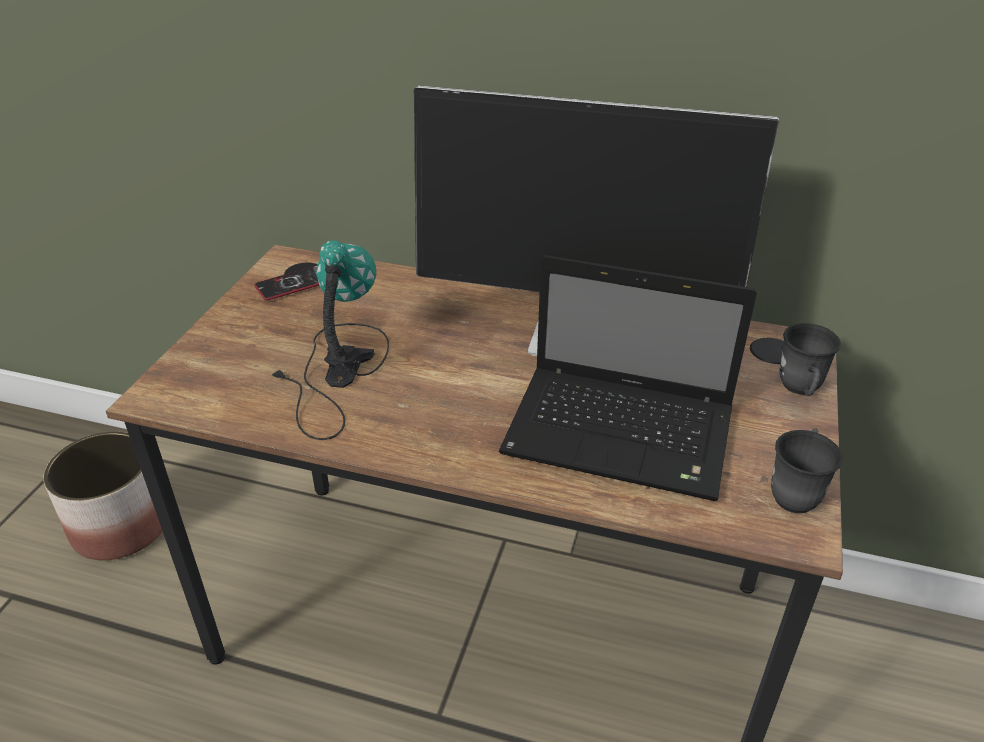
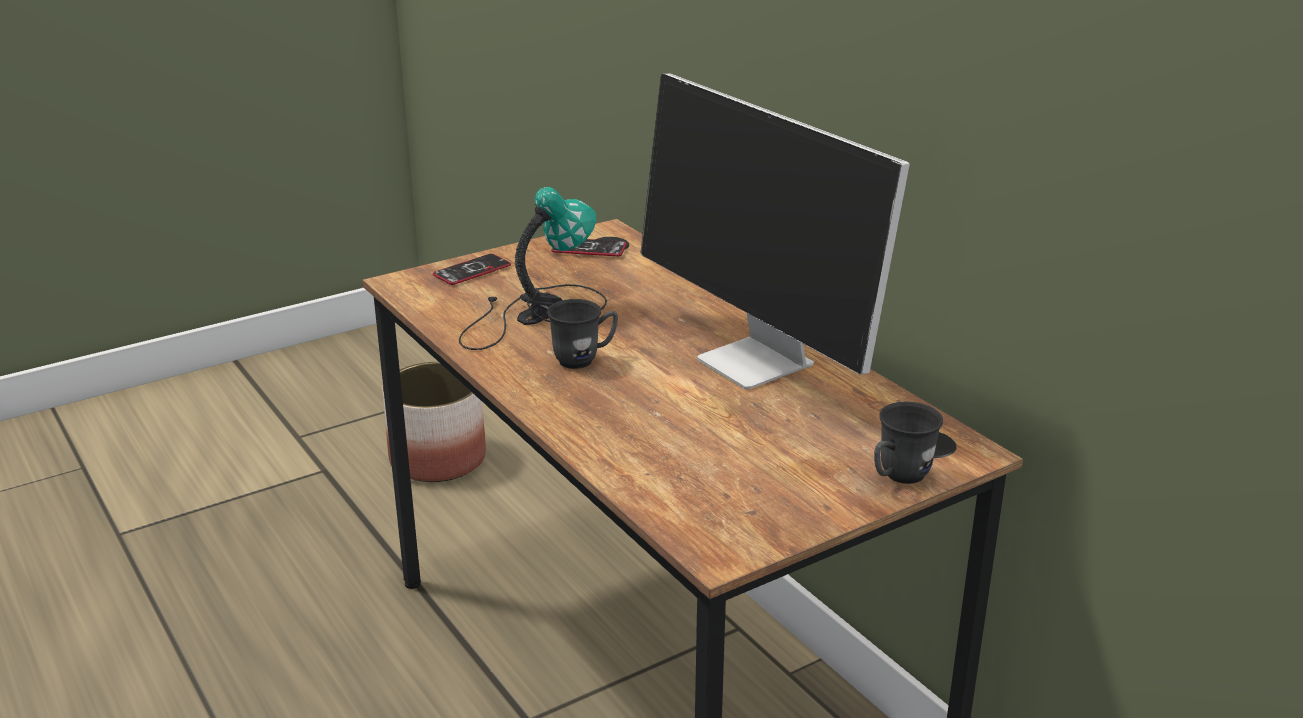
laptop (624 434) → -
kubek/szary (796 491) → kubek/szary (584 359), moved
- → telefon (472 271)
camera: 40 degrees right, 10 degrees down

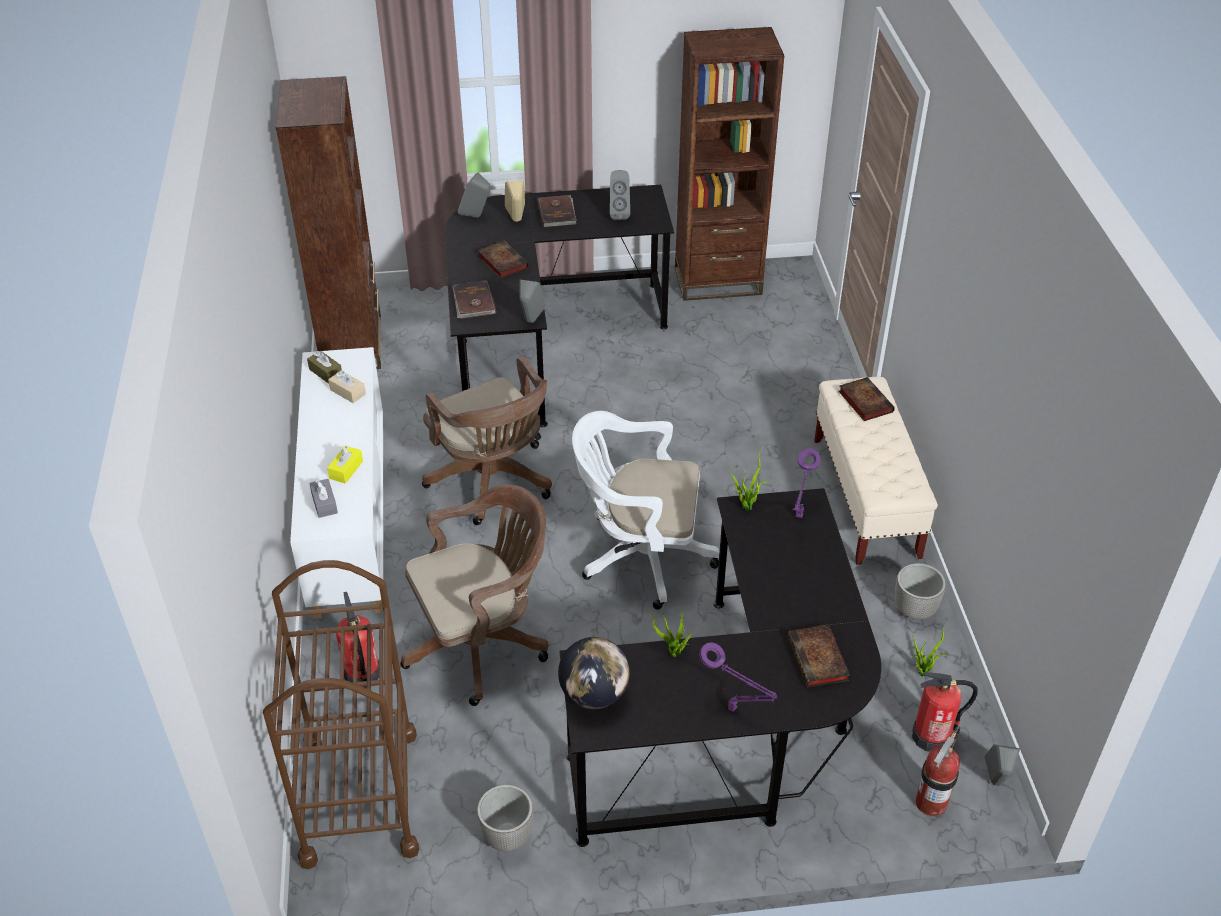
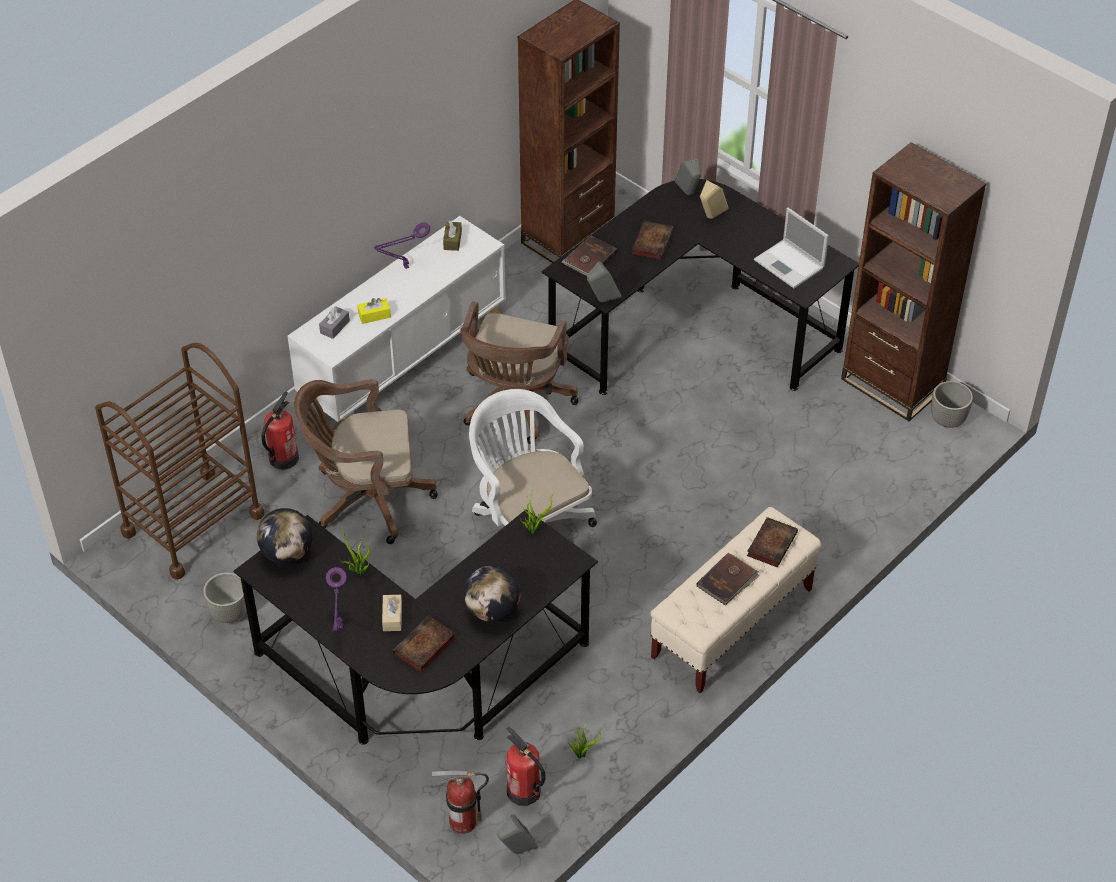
głośnik/szary (619 213) → laptop (790 264)
książka/brązowy (557 213) → książka/brązowy (728 581), moved
pudełko chusteczek/beżowy (348 392) → pudełko chusteczek/beżowy (392 617), moved
lampa stołowa/fioletowy (798 518) → lampa stołowa/fioletowy (404 267), moved
krzesło biurowe/brązowy (483 643) → krzesło biurowe/brązowy (366 499), 150 degrees clockwise
donica (915 610) → donica (947 420), moved
- → globus (492 610)
camera: 50 degrees right, 5 degrees up

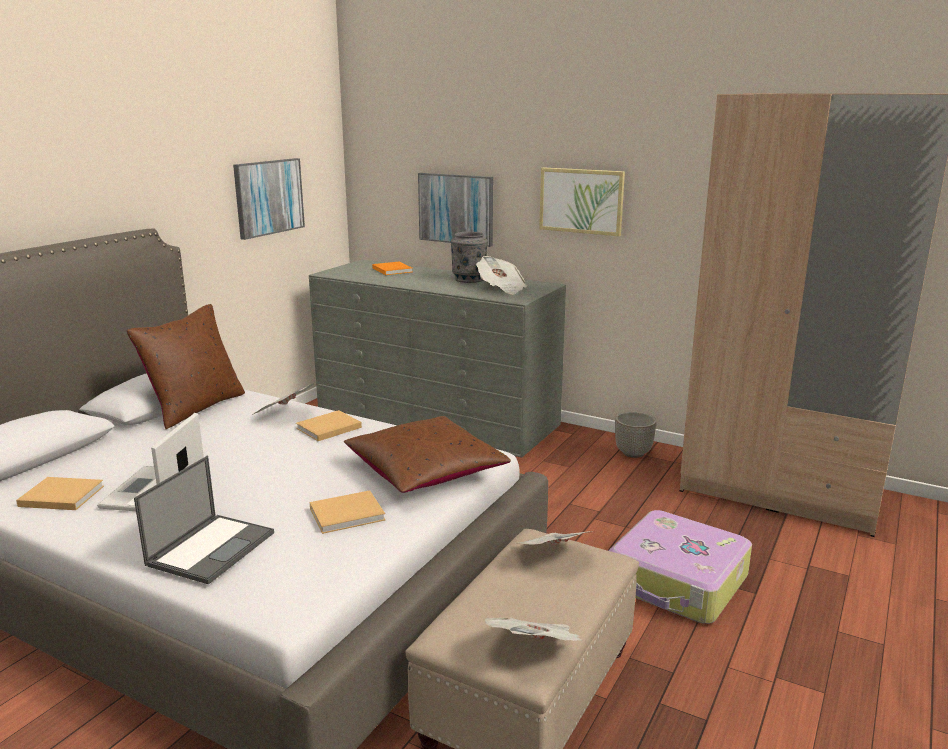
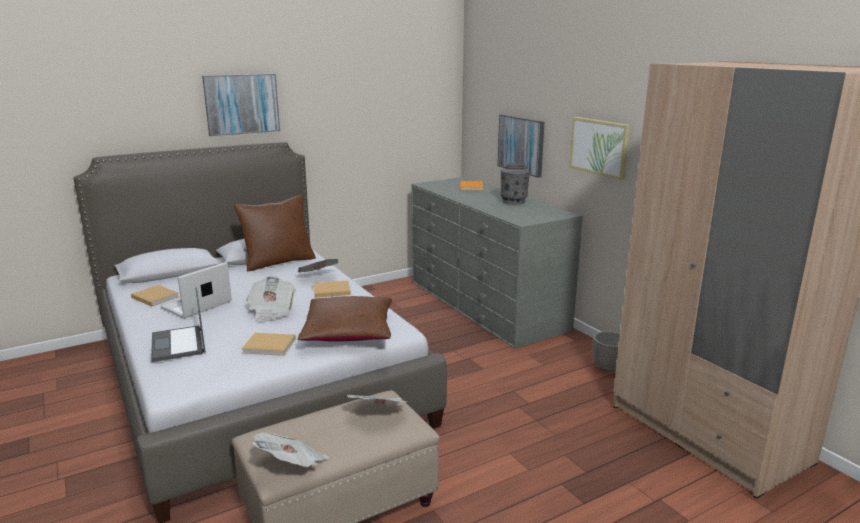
obraz (268 197) → obraz (242 104), moved
gazeta (501 289) → gazeta (271 311), moved
laptop (212 548) → laptop (178 344), 105 degrees clockwise
walizka (677 582) → -
camera: 30 degrees right, 0 degrees up

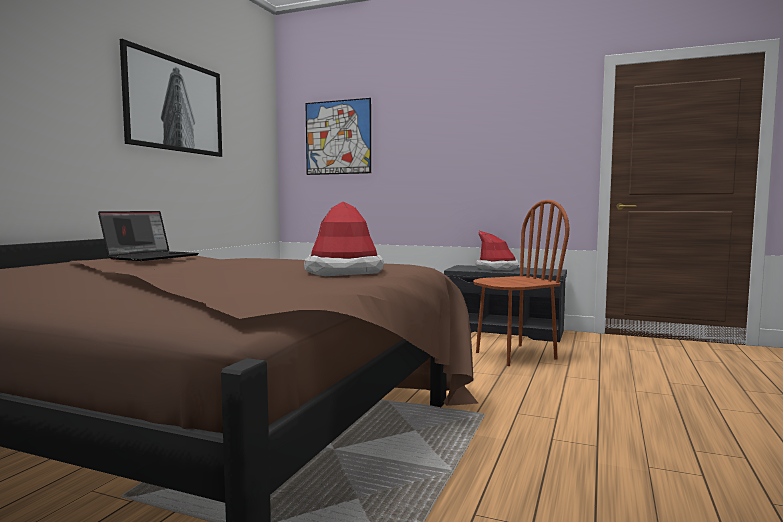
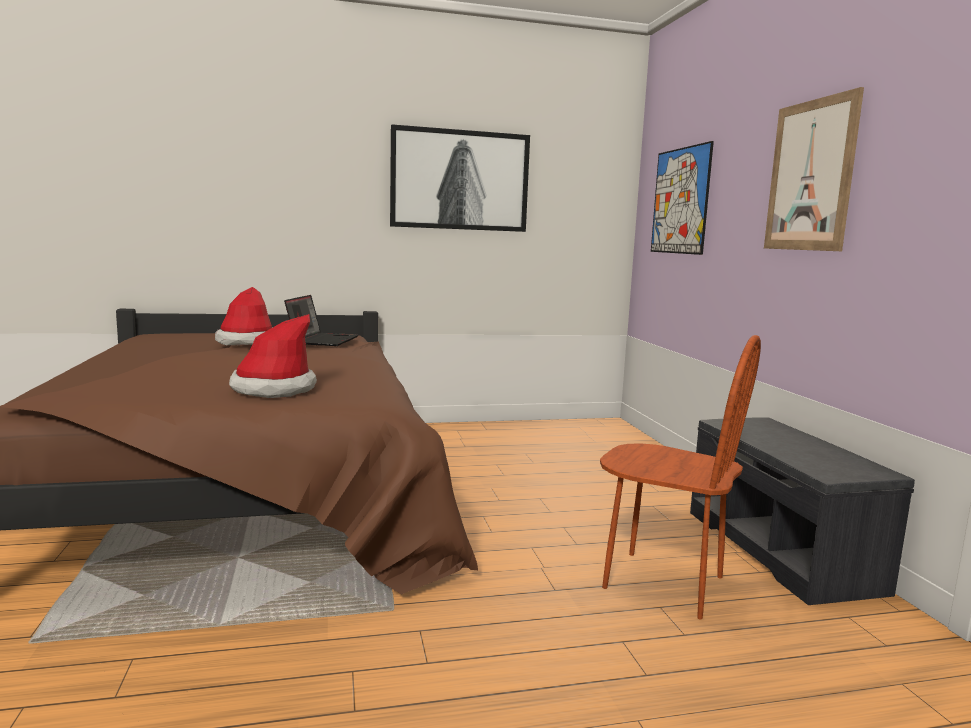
laptop (152 257) → laptop (322 340), 75 degrees counterclockwise
kapelusz (497 268) → kapelusz (247 341), moved
- → obraz (810 176)
camera: 55 degrees right, 5 degrees up

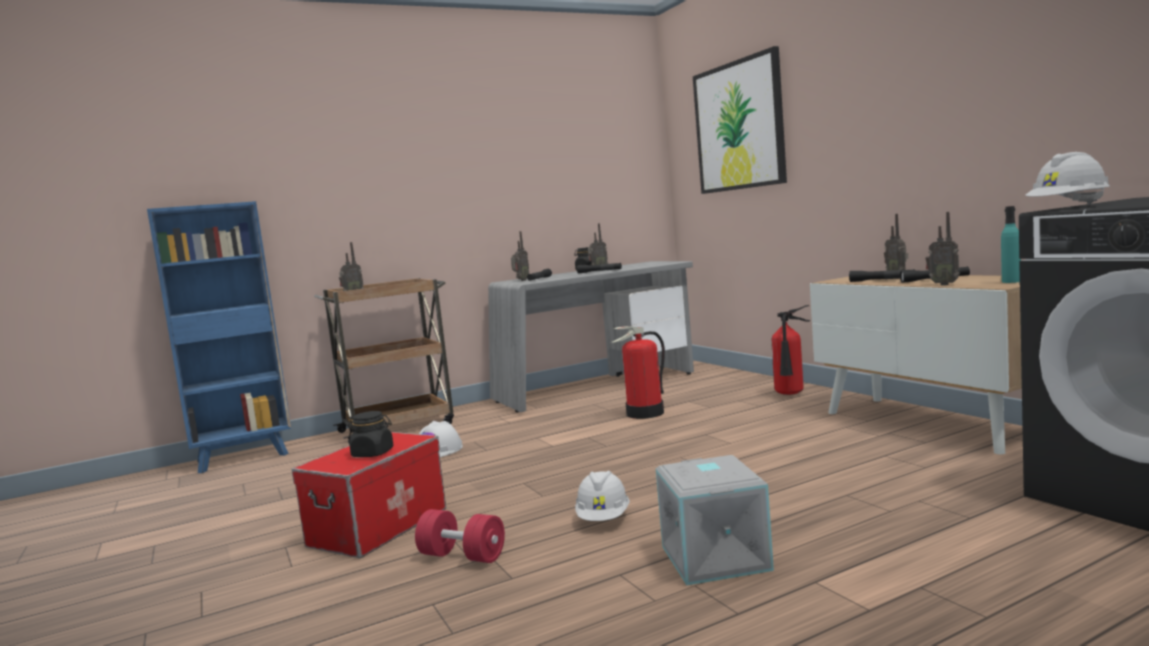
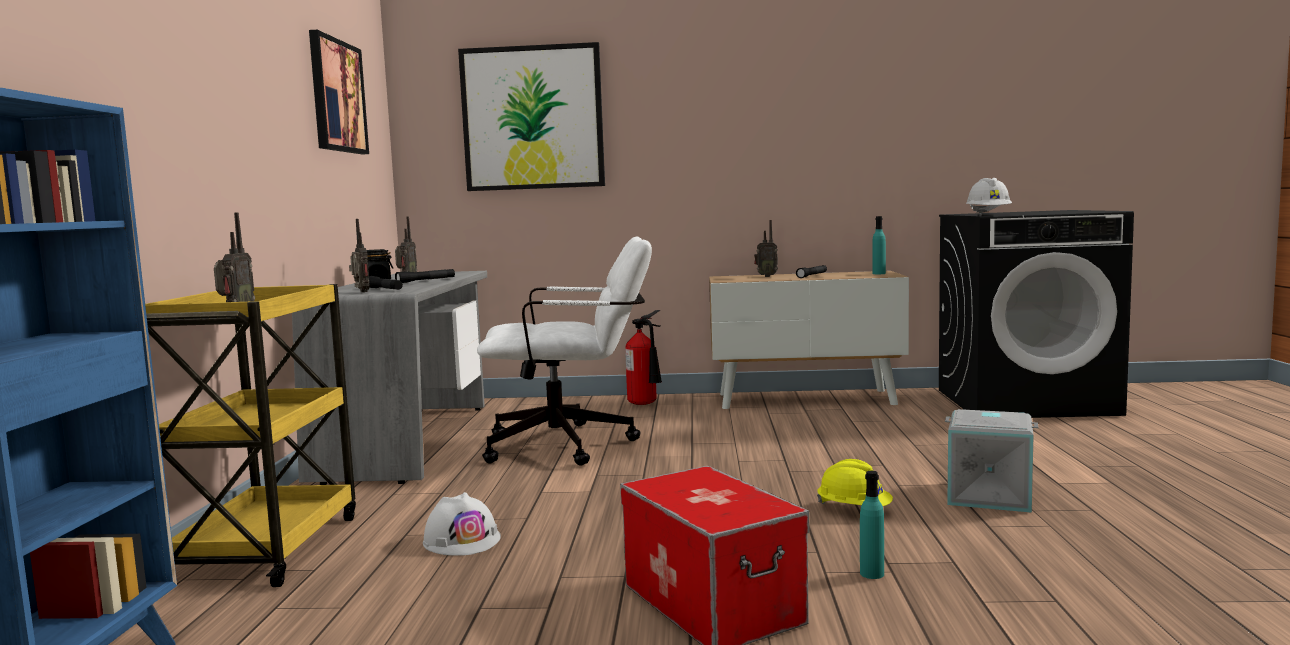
radio (943 284) → -
latarka/czarny (882 280) → -
wózek/brązowy (398 427) → wózek/żółty (268 548)
gaśnica (645 413) → krzesło biurowe/biały (573 445)
słoik/czarny (373 453) → -
kask/biały (603 519) → kask/żółty (854 509)
hantel/czerwony (462 556) → butelka/turkusowy (872 574)
- → obraz (337 96)
camera: 60 degrees left, 0 degrees up

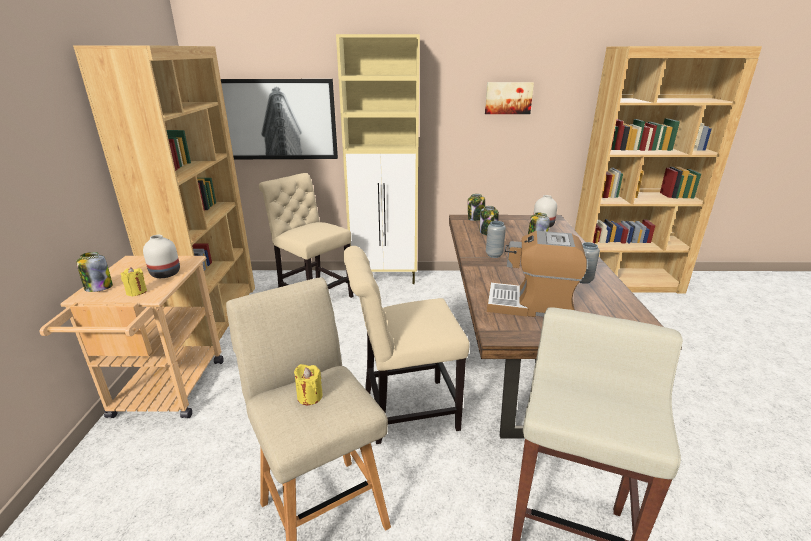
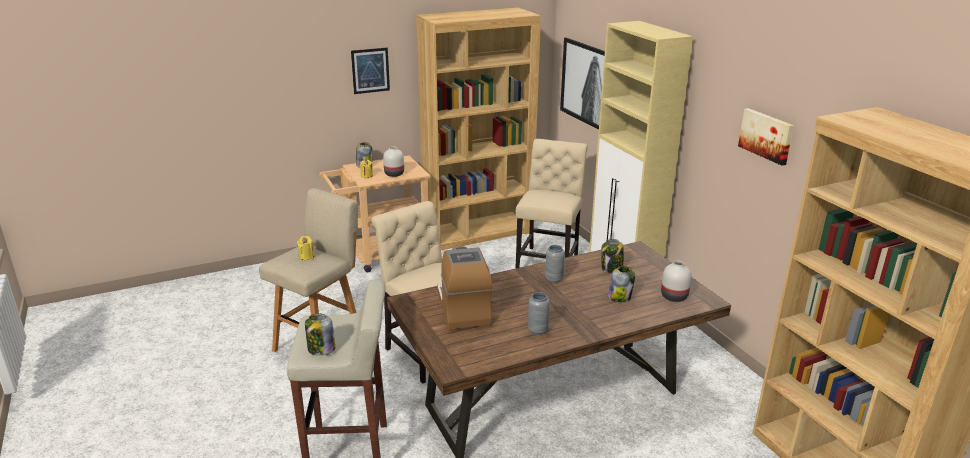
słoik (476 218) → słoik (321 349), moved
- → obraz (370 70)
camera: 65 degrees right, 0 degrees up

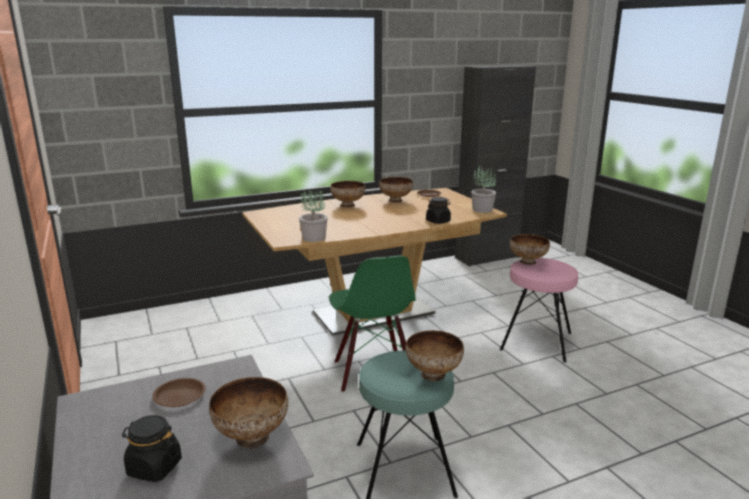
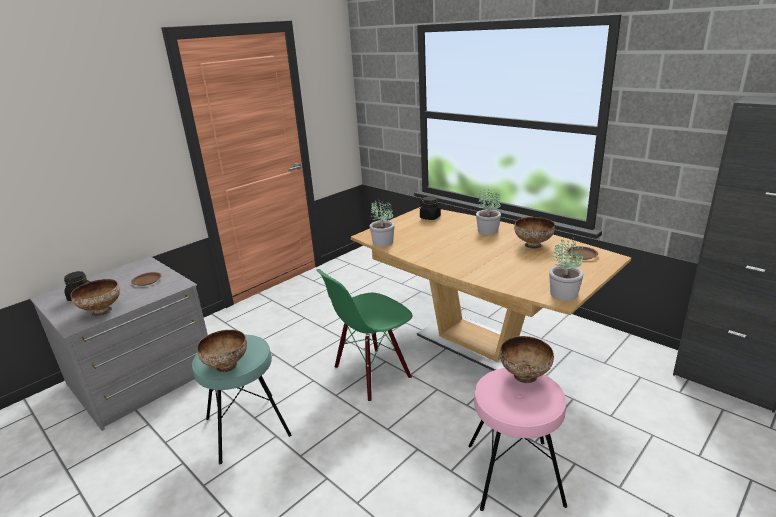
miska (348 205) → roślina doniczkowa (487 231)
słoik/czarny (438 221) → słoik/czarny (430 217), moved
camera: 70 degrees right, 5 degrees up

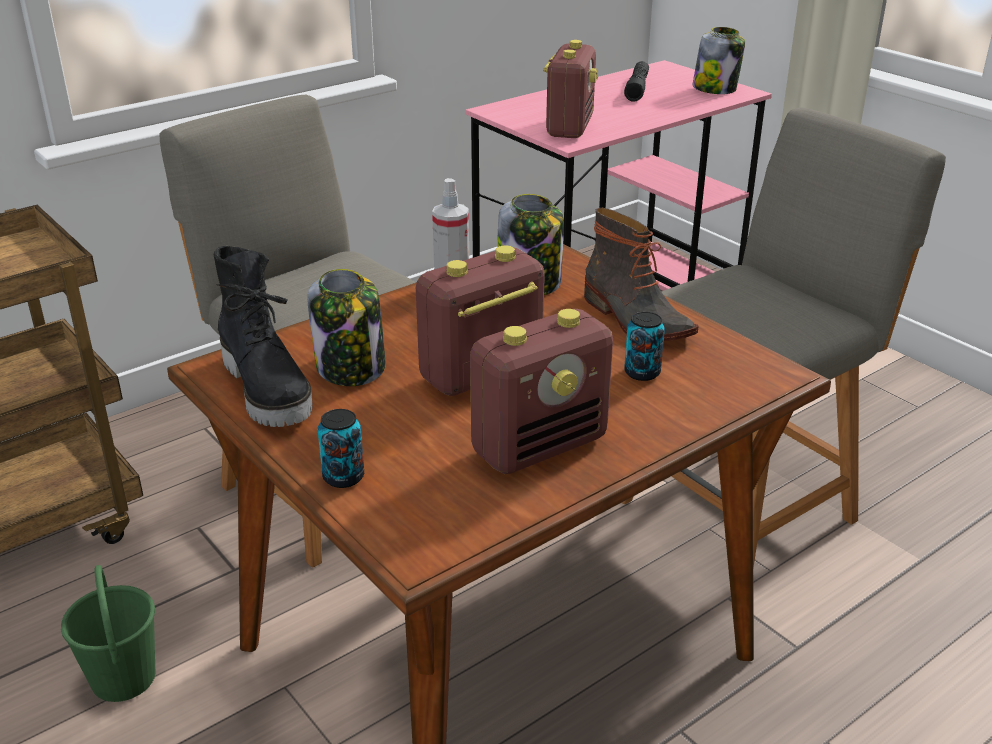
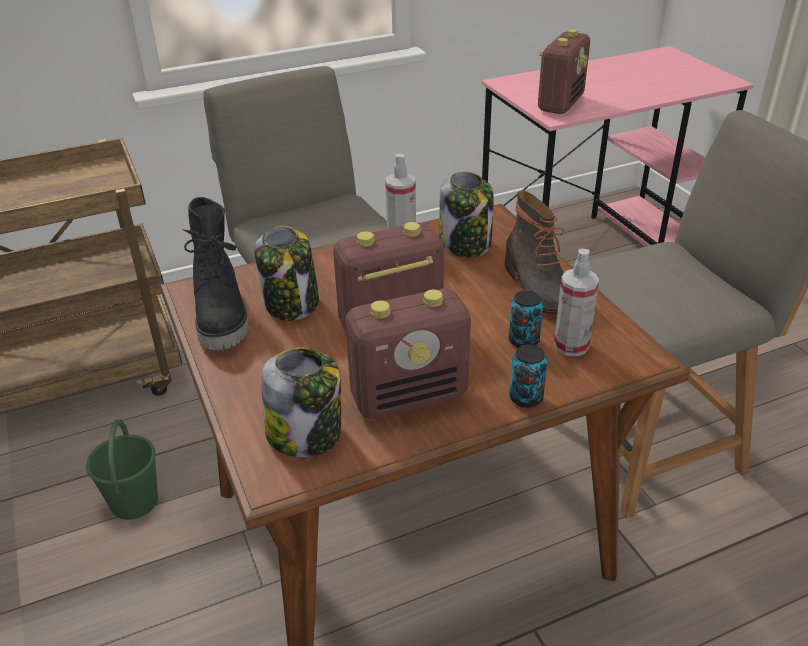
słoik (715 89) → słoik (306 434), moved
latarka/czarny (637 88) → -
puszka (343 477) → puszka (526 398), moved
- → spryskiwacz (571 345)
camera: 15 degrees right, 5 degrees up

